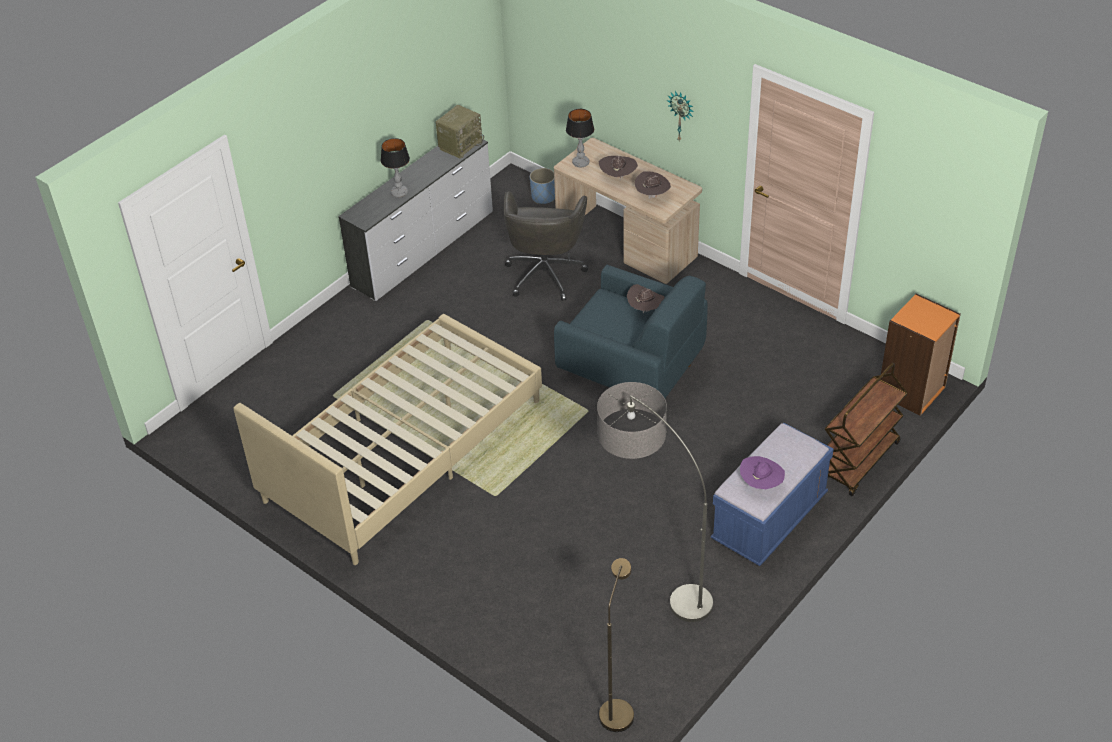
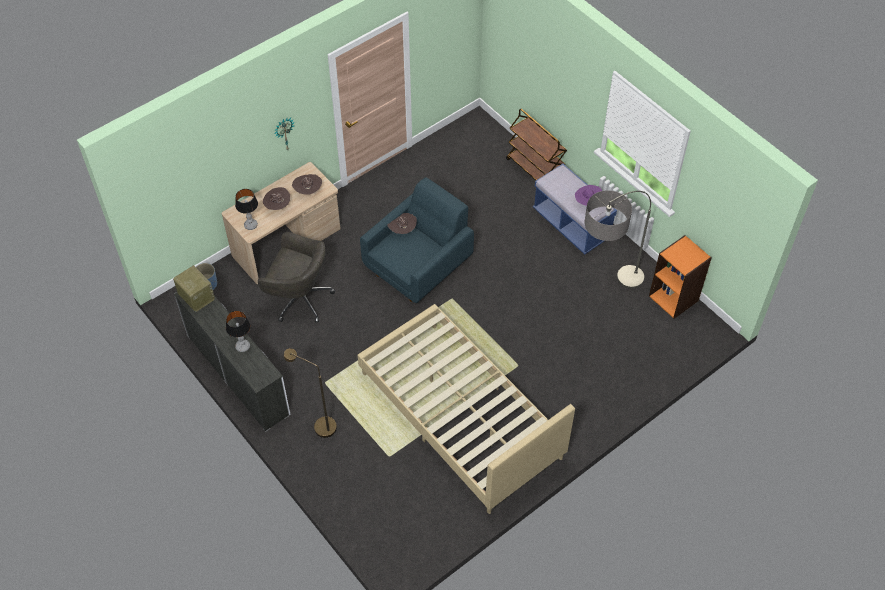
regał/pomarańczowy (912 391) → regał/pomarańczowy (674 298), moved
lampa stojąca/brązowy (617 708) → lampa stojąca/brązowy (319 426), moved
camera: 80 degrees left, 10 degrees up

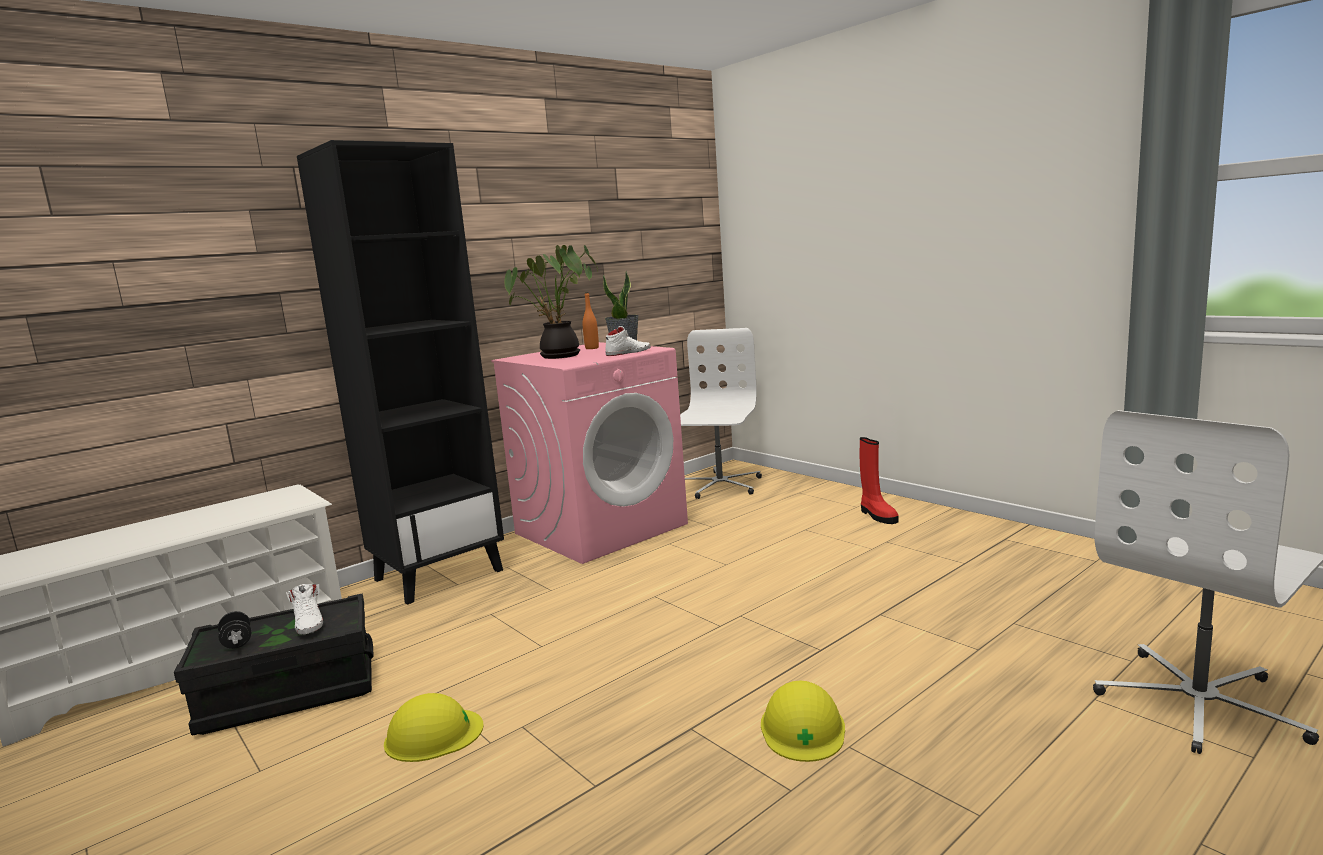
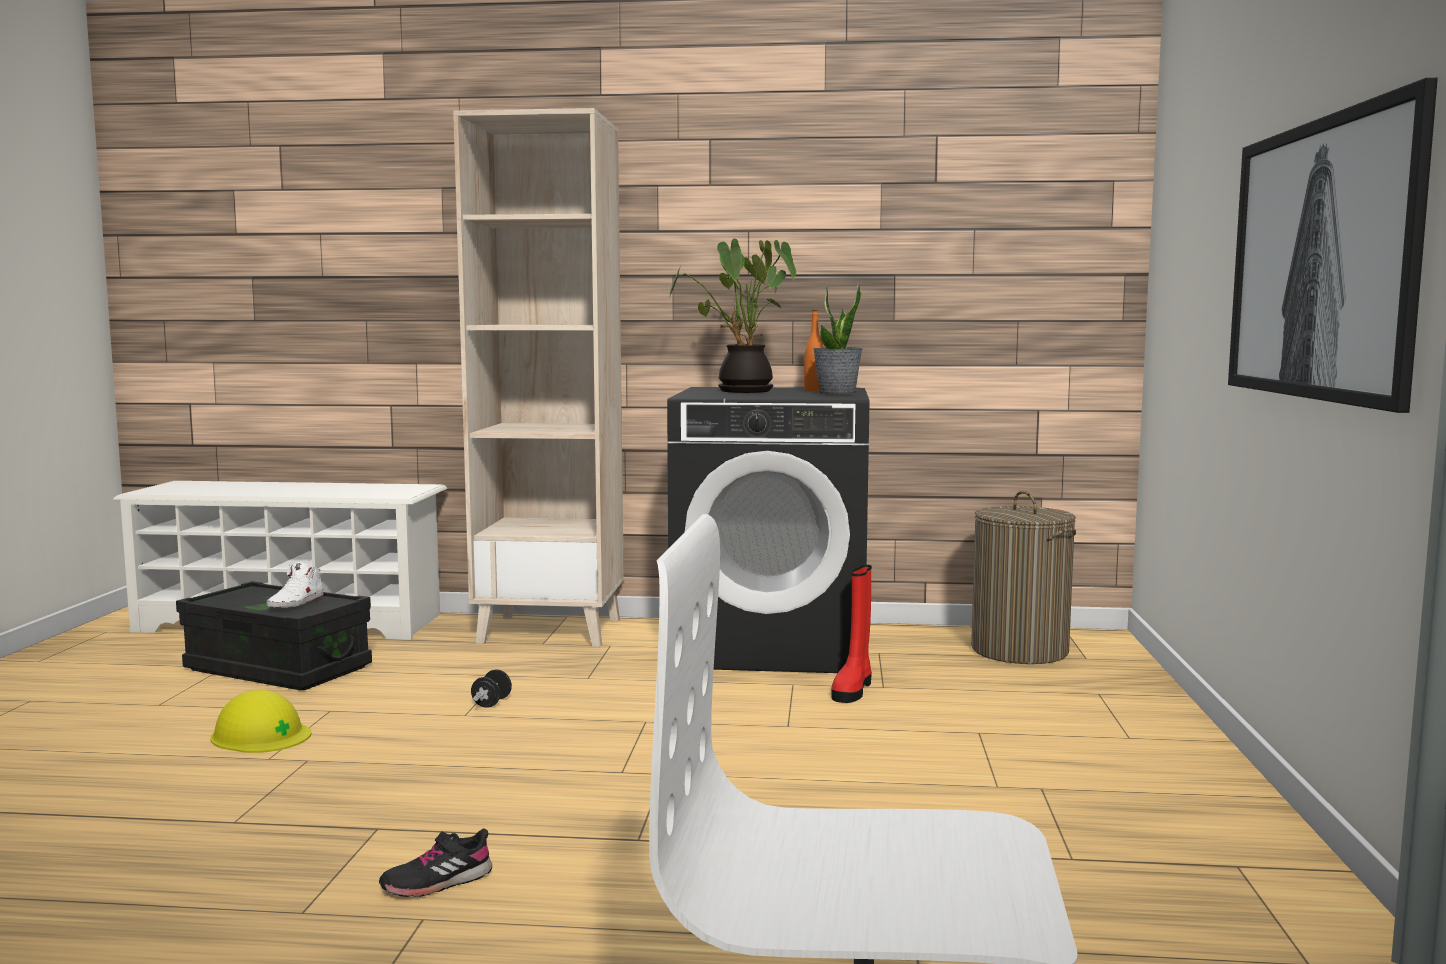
regał/czarny (439 574) → regał/beżowy (552 630)
but/biały (628 352) → -
krzesło biurowe/biały (719 485) → kosz na pranie (1019 650)
pralka/różowy (601 528) → pralka/czarny (772 645)
but z cholewką/czerwony (877 515) → but z cholewką/czerwony (853 689), moved
hantel/czarny (237 642) → hantel/czarny (491 703), moved
kask/żółty (802 728) → but/czarny (437 882)
- → obraz (1323 259)
camera: 45 degrees right, 5 degrees down

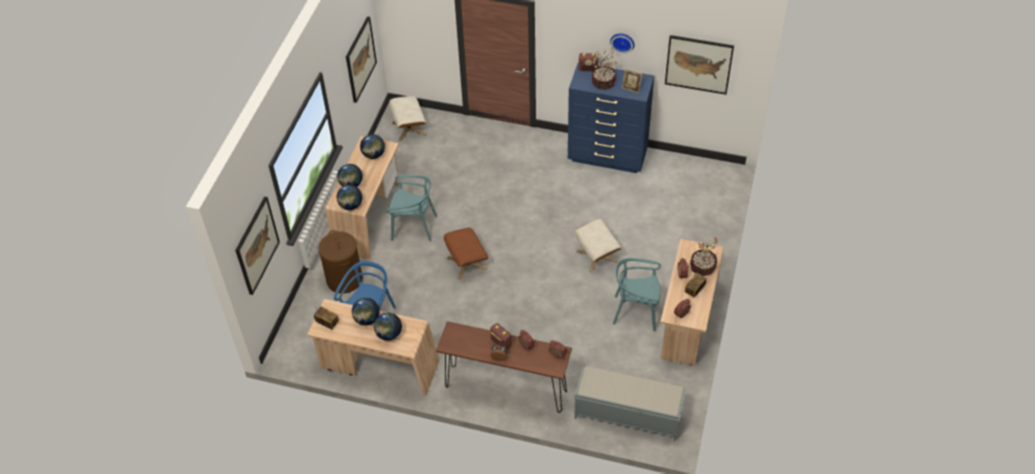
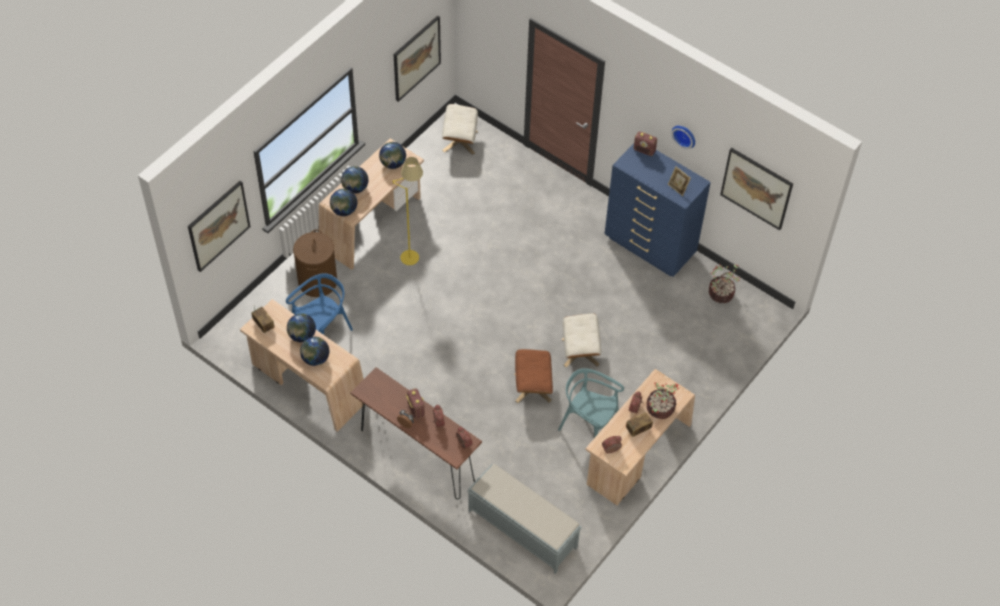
roślina doniczkowa (604 82) → roślina doniczkowa (721 294), moved
krzesło/turkusowy (413 226) → lampa stojąca/żółty (412 250)
pufa/brązowy (466 263) → pufa/brązowy (532 387), moved
camera: 20 degrees right, 5 degrees up

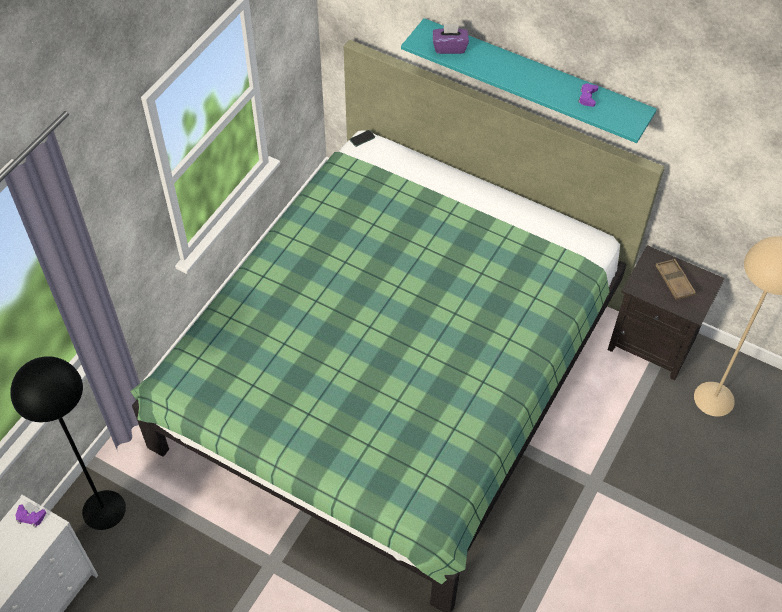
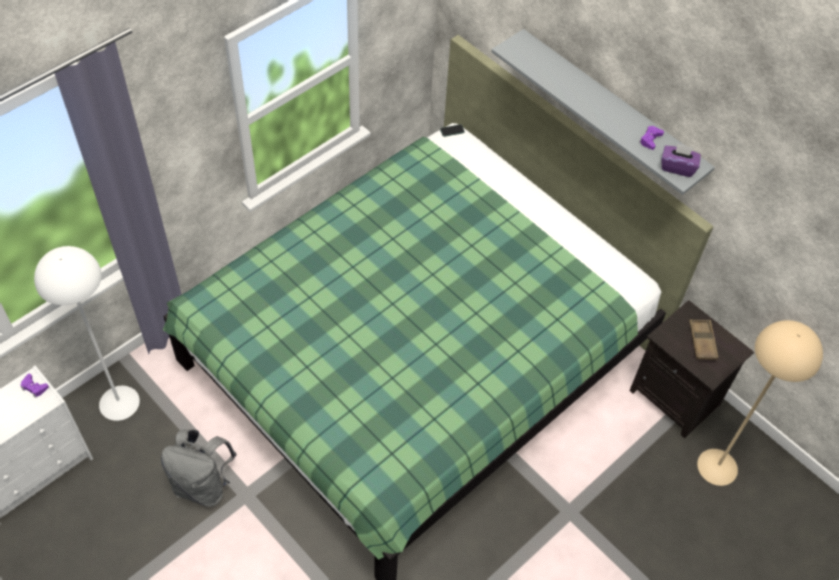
półka/turkusowy (534 78) → półka/szary (610 109)
pudełko chusteczek/fioletowy (449 47) → pudełko chusteczek/fioletowy (677 167), moved
lampa stojąca/czarny (104 509) → lampa stojąca/biały (119 402)
- → plecak/szary (203 485)
camera: 15 degrees right, 0 degrees up

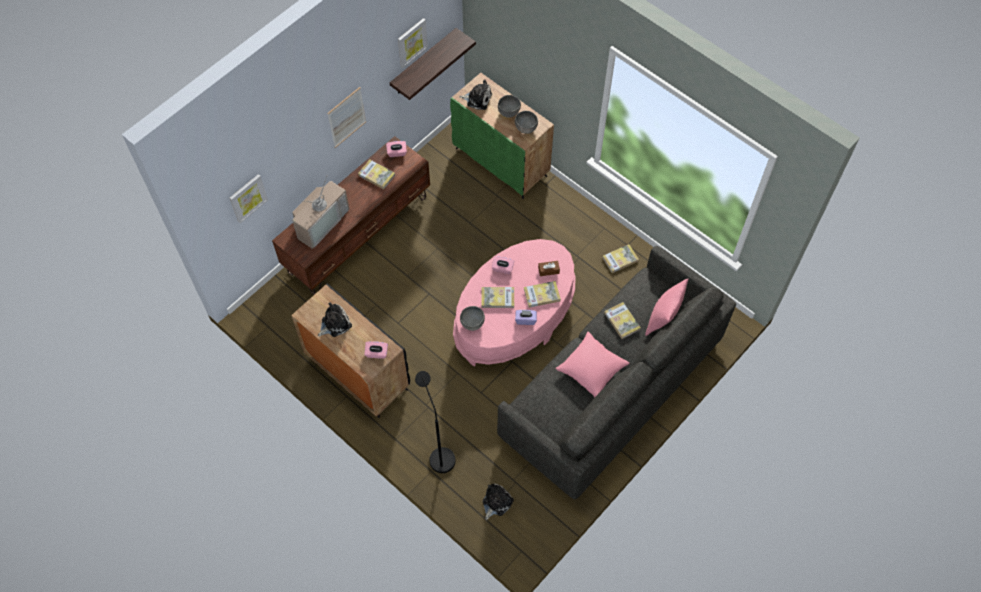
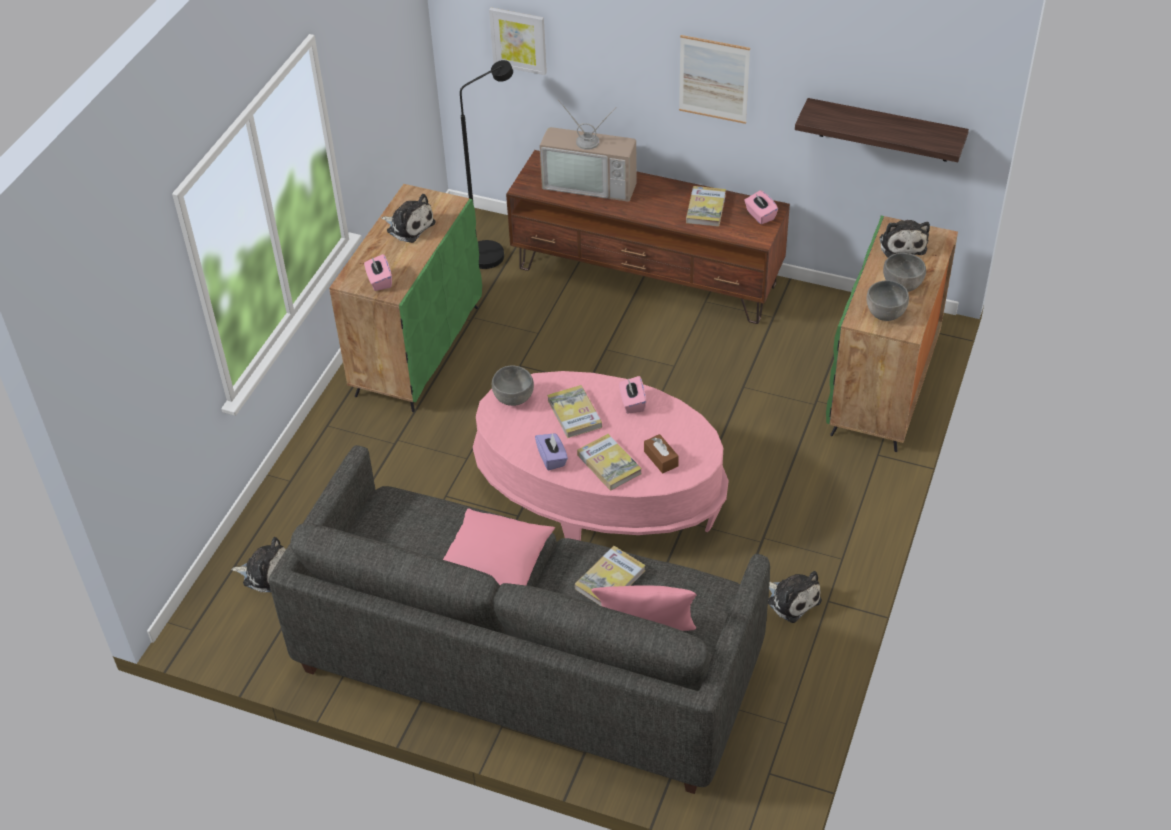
obraz (412 42) → -
książka (620 259) → pluszak (791 599)
szafka/czarny (356 372) → szafka/zielony (417 350)
lampa stojąca/czarny (439 454) → lampa stojąca/czarny (493 251), moved
camera: 70 degrees right, 15 degrees down

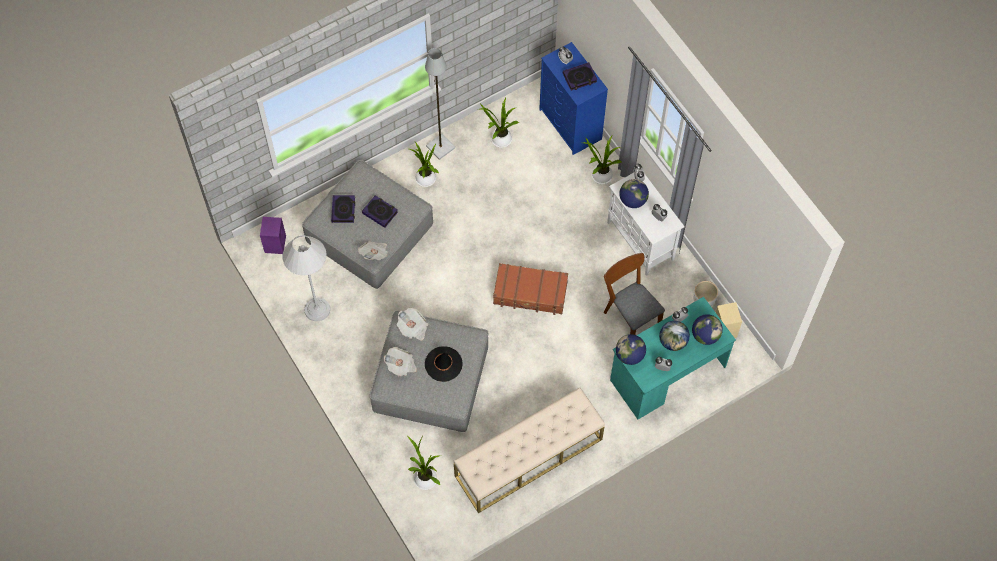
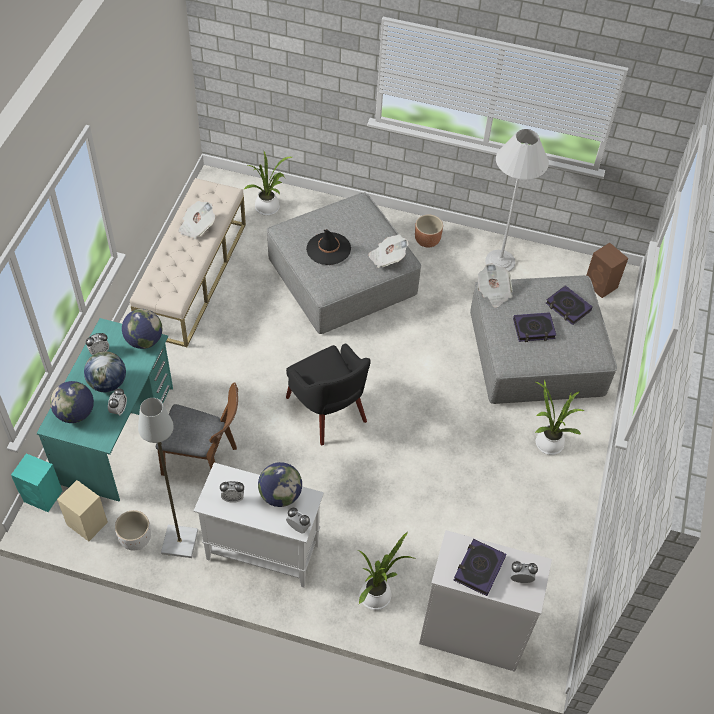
komoda/niebieski (571 125) → komoda/biały (471 632)
lampa stojąca/szary (440 147) → lampa stojąca/szary (179 541), moved
roślina doniczkowa (499 139) → -
głośnik/fioletowy (275 243) → głośnik/brązowy (601 285)
walizka/brązowy (530 293) → fotel/czarny (327 411)
gazeta (401 365) → gazeta (196 227), moved
- → donica/brązowy (427 241)
- → głośnik/turkusowy (43 496)
camera: 135 degrees right, 10 degrees down

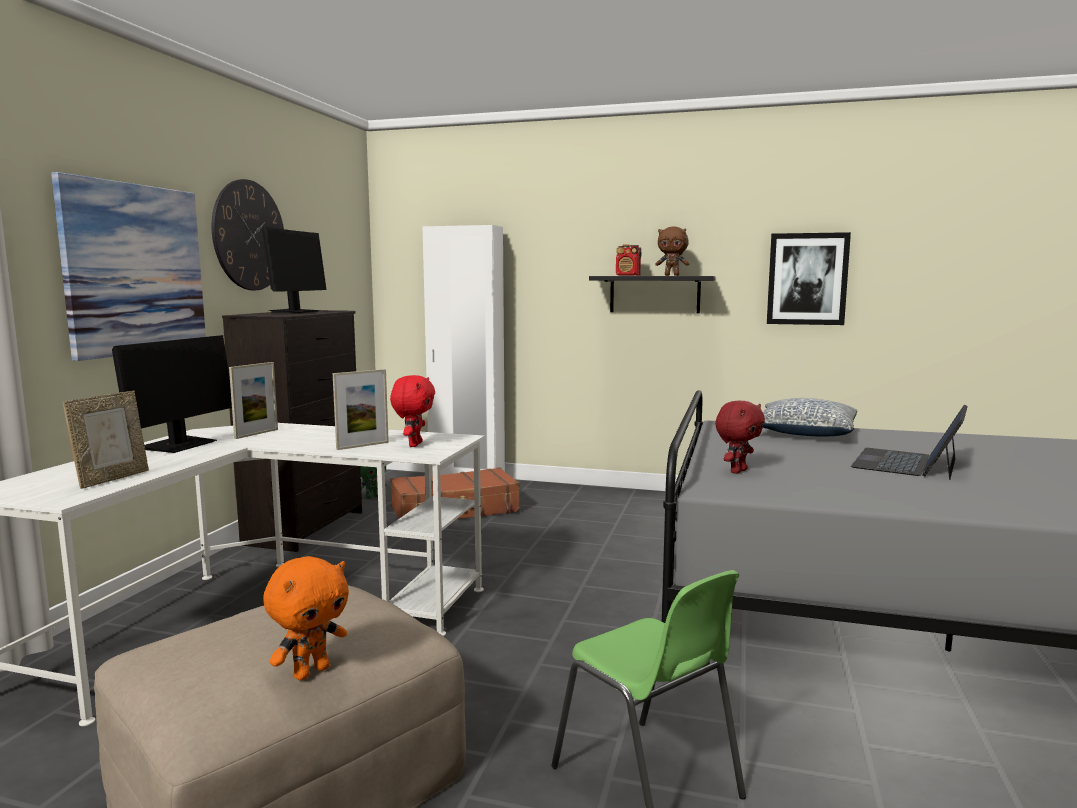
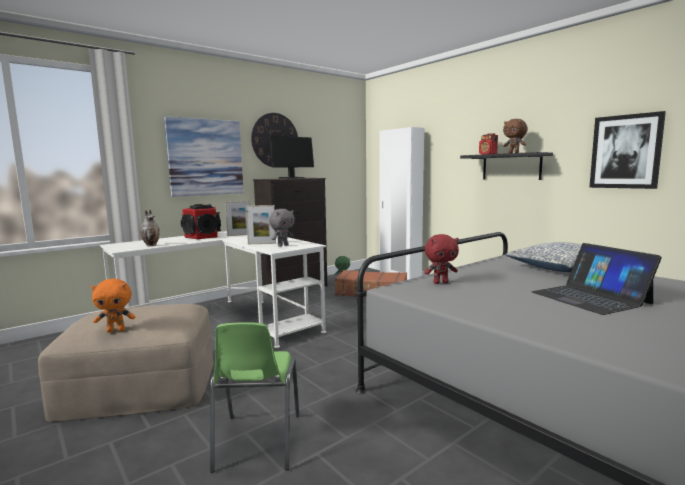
monitor (179 445) → głośnik (203 236)
pluszak/czerwony (414 444) → pluszak/szary (282 245)
ramka na zdjęcie (112 479) → wazon (151 245)
laptop (907 463) → laptop (590 297), 90 degrees counterclockwise
camera: 35 degrees right, 0 degrees up

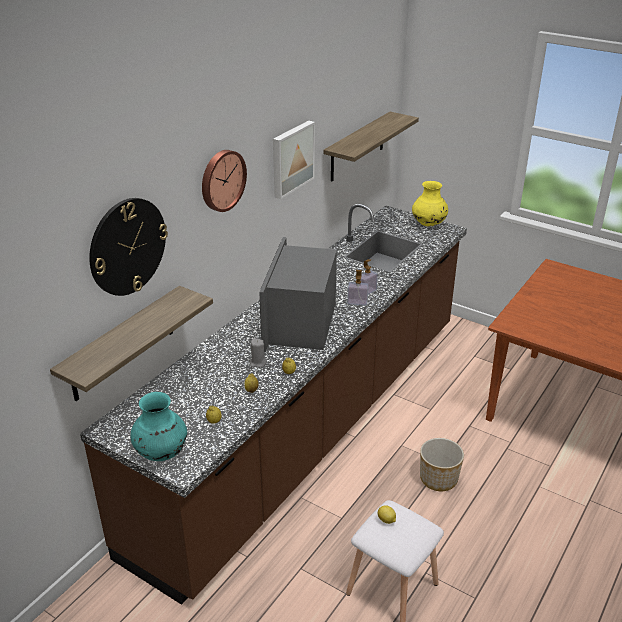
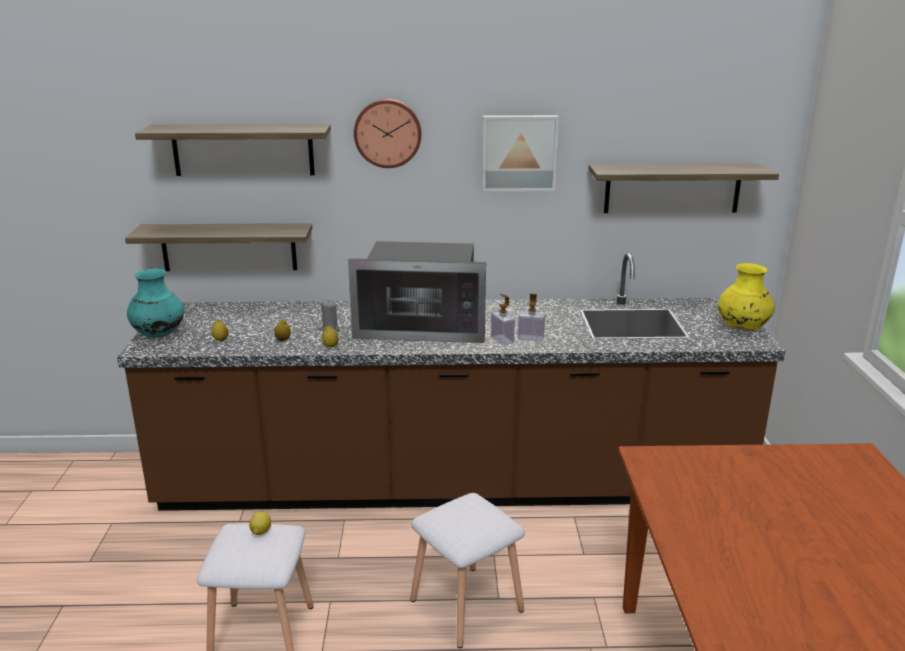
zegar ścienny (127 246) → półka (243 150)
mikrofalówka (300 323) → mikrofalówka (422 327), 150 degrees counterclockwise
donica (438 478) → stołek/biały (468 605)
camera: 55 degrees right, 10 degrees down

